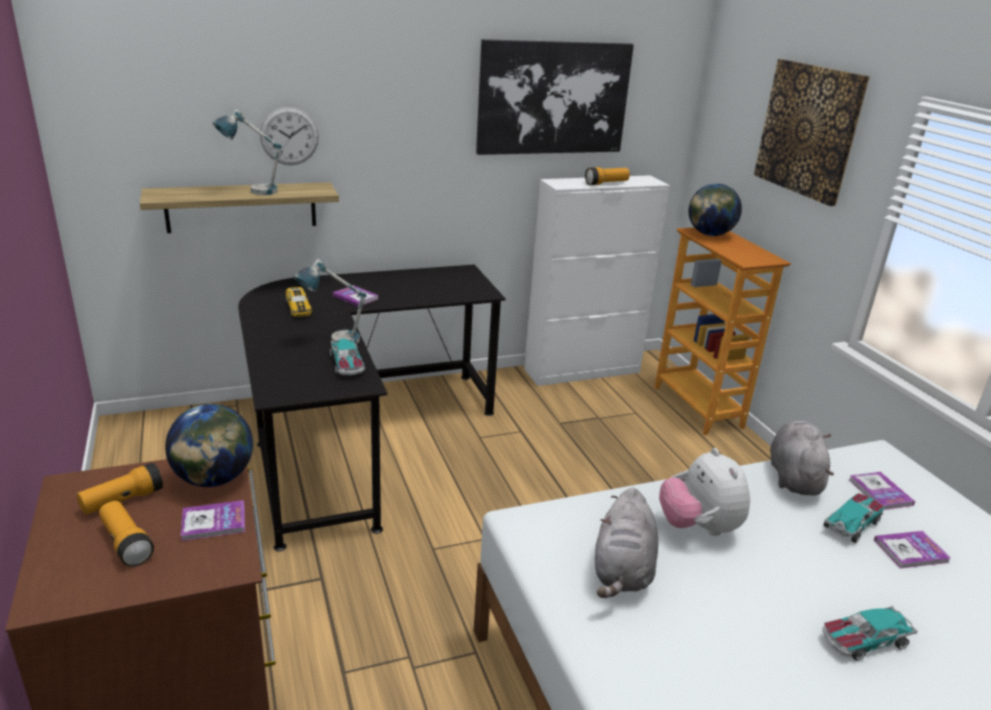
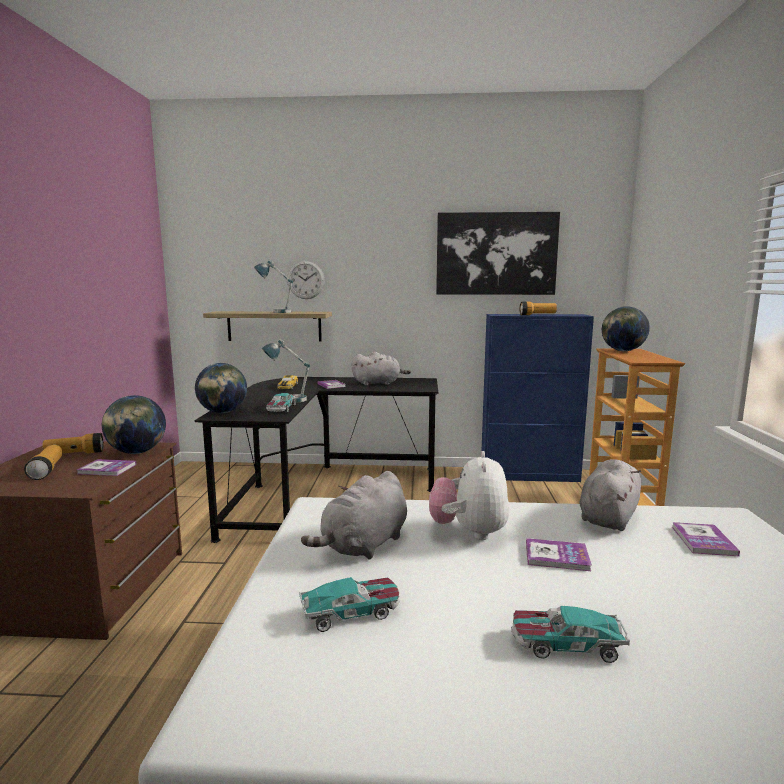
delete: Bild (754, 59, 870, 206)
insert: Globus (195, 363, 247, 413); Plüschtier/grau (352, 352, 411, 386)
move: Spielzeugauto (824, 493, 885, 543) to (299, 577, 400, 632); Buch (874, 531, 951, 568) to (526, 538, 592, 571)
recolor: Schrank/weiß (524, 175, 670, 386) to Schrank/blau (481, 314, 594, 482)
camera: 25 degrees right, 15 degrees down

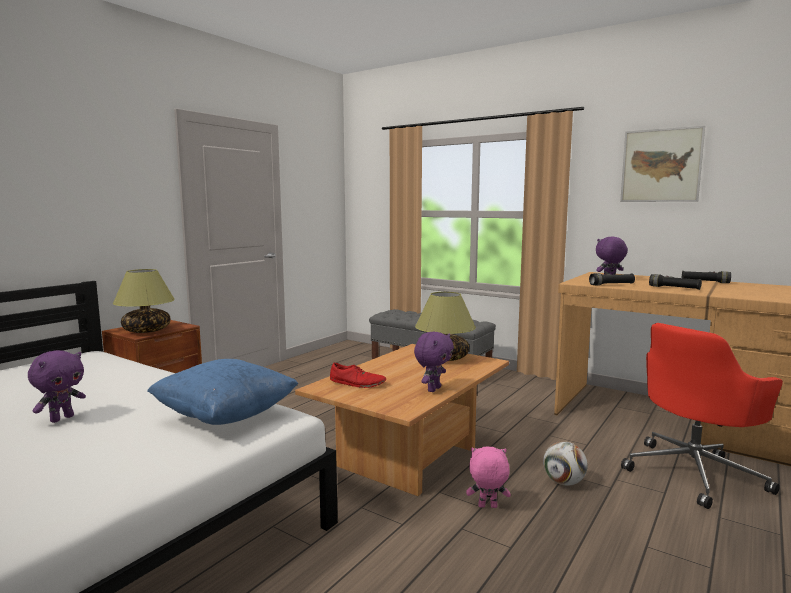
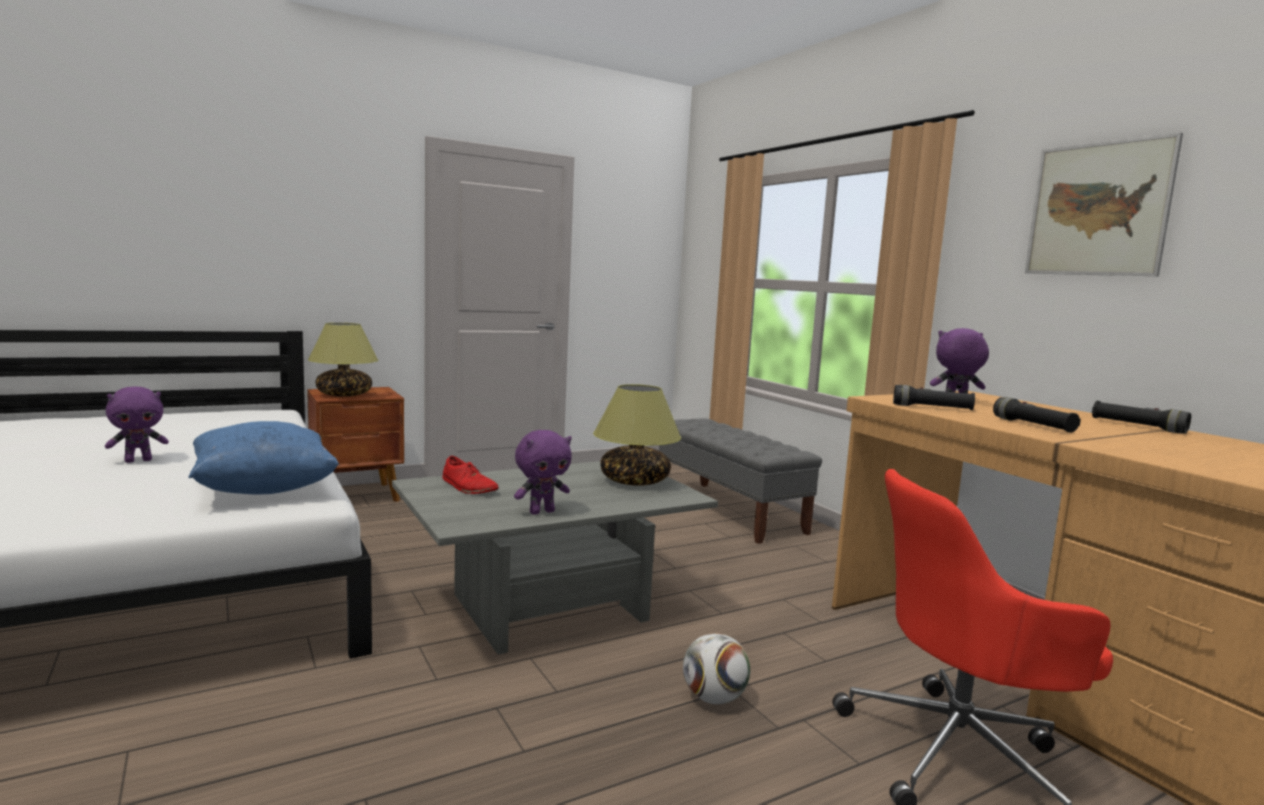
delete: Plüschtier/rosa (466, 447, 511, 508)
recolor: Couchtisch/braun (295, 344, 509, 496) to Couchtisch/grau (392, 461, 718, 655)
camera: 25 degrees right, 0 degrees up

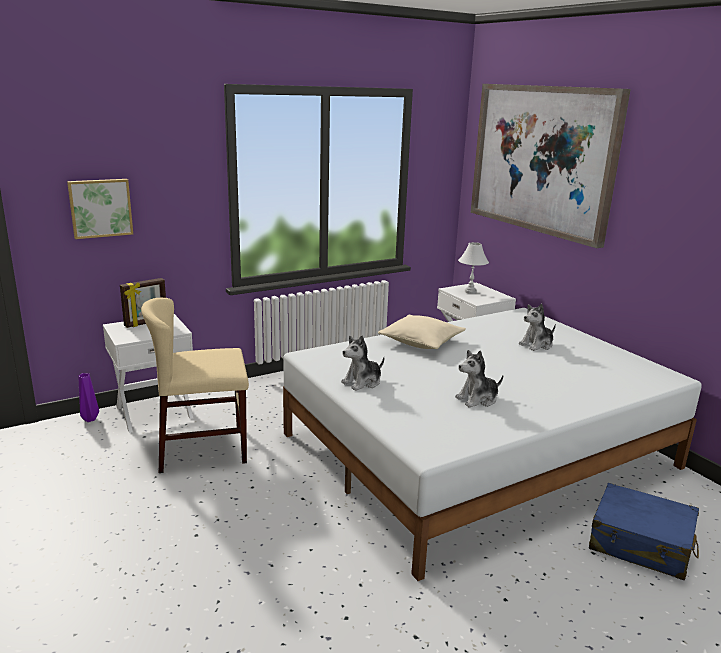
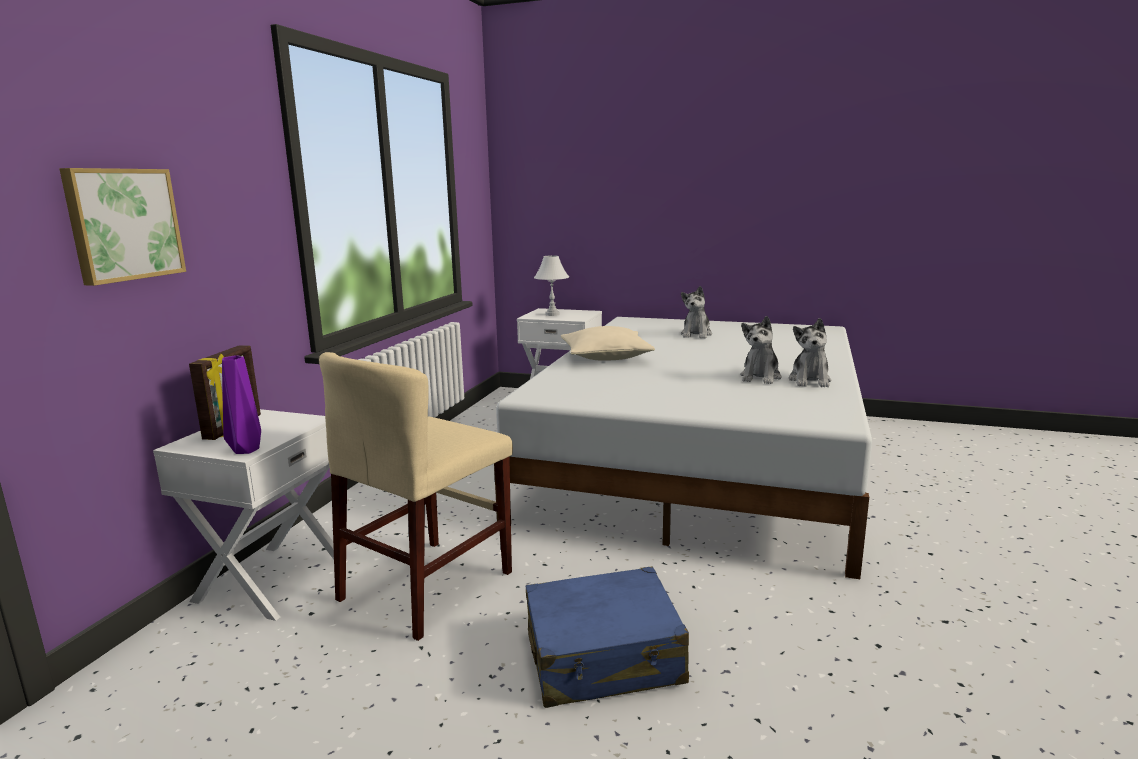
delete: Bild (471, 84, 631, 248)
move: Vase/lila (78, 373, 99, 422) to (222, 355, 261, 454); Koffer/blau (589, 483, 699, 580) to (526, 567, 689, 708); Plüschtier (341, 335, 384, 391) to (789, 318, 832, 387)
camera: 40 degrees left, 5 degrees down

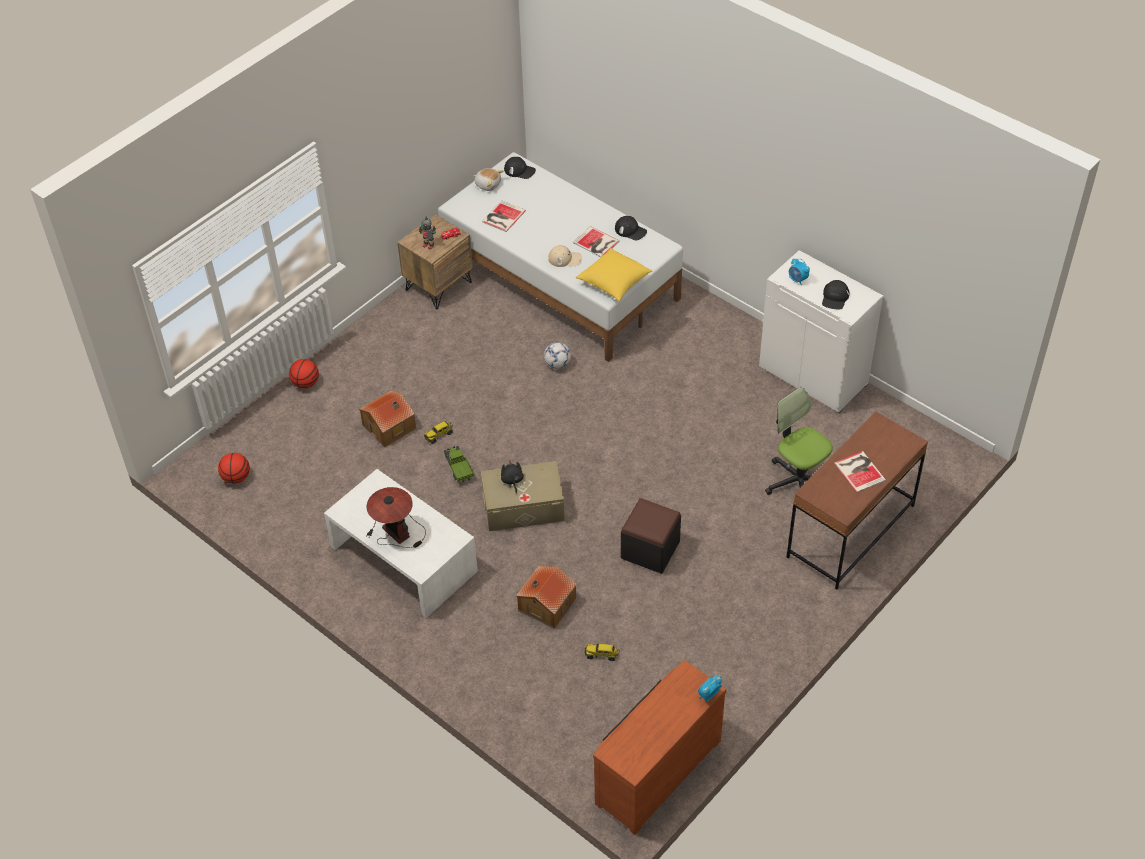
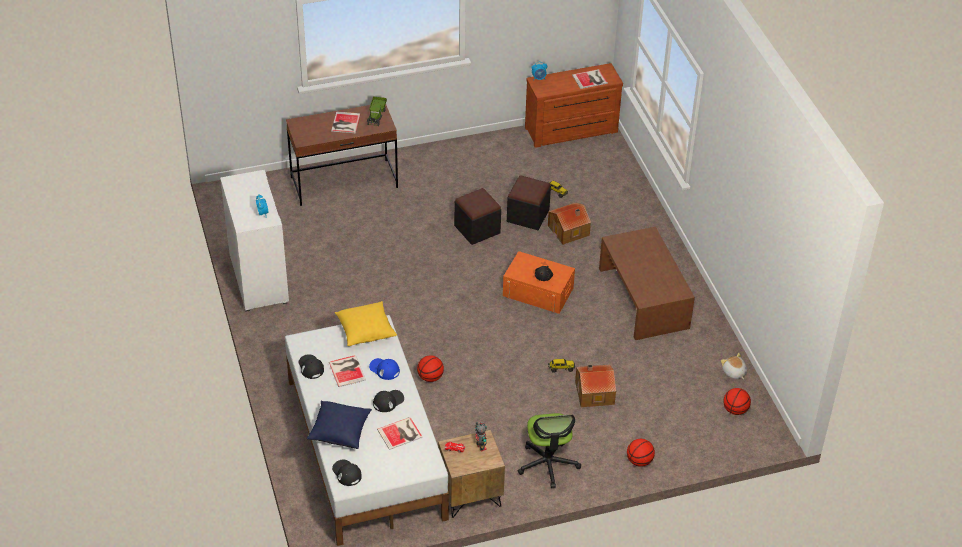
delete: Tischlampe (366, 487, 426, 548)
insert: Kissen/blau (307, 400, 372, 449); Polsterhocker/schwarz (507, 175, 551, 230); Buch (572, 69, 608, 89)
move: Spielzeuglaster (444, 446, 474, 483) to (367, 96, 387, 126); Kappe/schwarz (822, 280, 850, 309) to (373, 390, 404, 412); Bürostuhl (765, 387, 833, 495) to (518, 413, 581, 488); Plüschtier (474, 168, 503, 191) to (721, 353, 747, 379)
replace: Fußball (544, 342, 571, 369) to Basketball (417, 355, 444, 382)
recolor: Kappe/beige (548, 245, 582, 267) to Kappe/blau (369, 358, 400, 380); Aufbewahrungsbox/beige (481, 461, 565, 531) to Aufbewahrungsbox/orange (503, 251, 575, 314); Couchtisch/weiß (324, 469, 478, 618) to Couchtisch/braun (599, 227, 695, 340)
camera: 150 degrees left, 5 degrees down

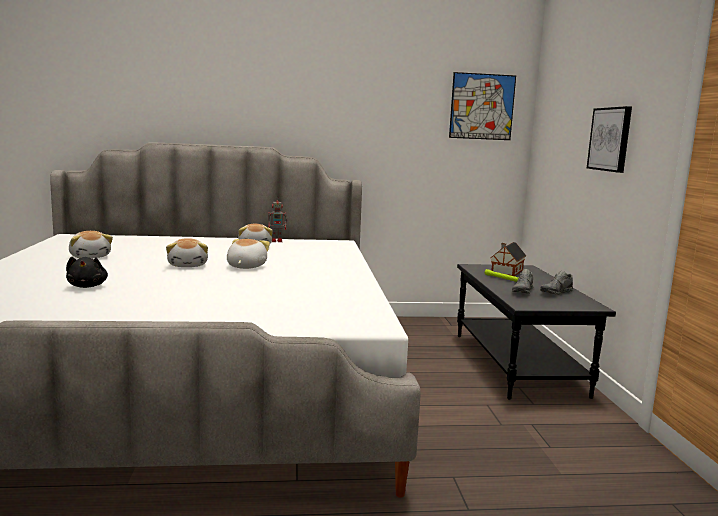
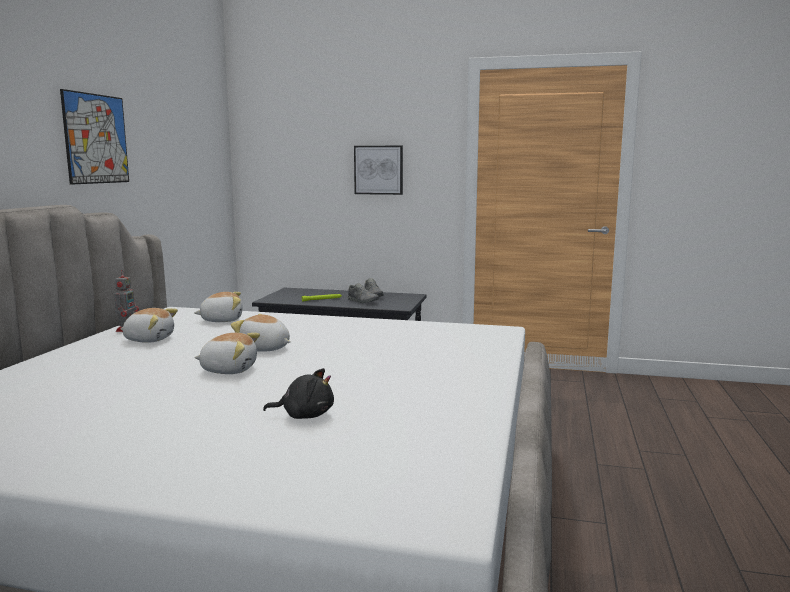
delete: Spielzeughaus (491, 242, 526, 276)
move: Bild (449, 72, 516, 140) to (60, 89, 129, 185); Plüschtier (69, 231, 113, 258) to (194, 292, 243, 322)
camera: 70 degrees left, 0 degrees up

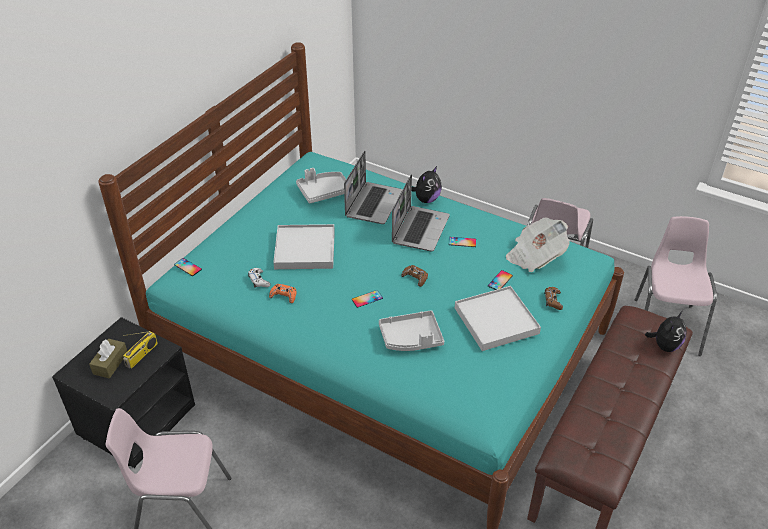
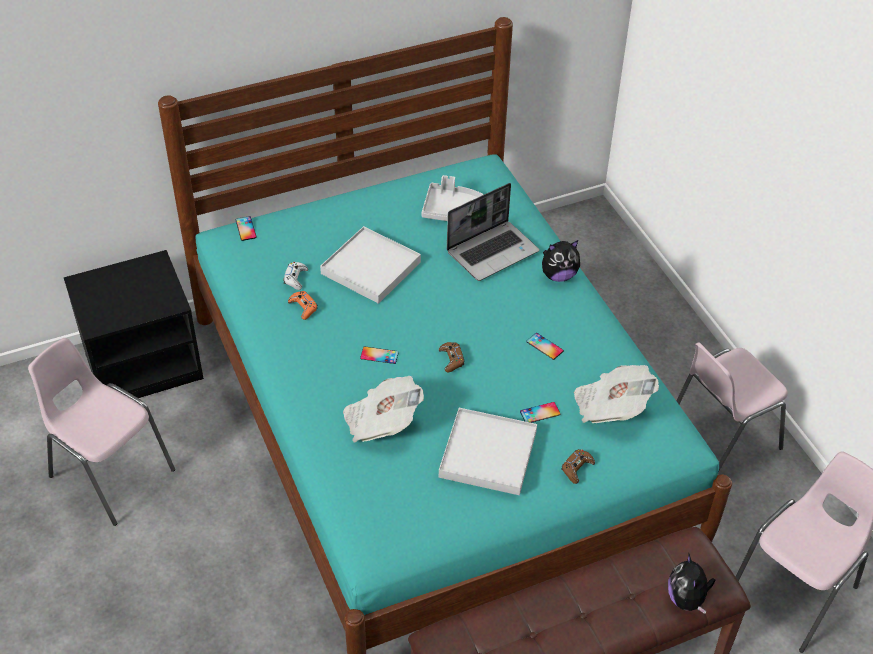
delete: Taschentuchbox/braun (89, 339, 127, 378); Radio (123, 331, 158, 368); Laptop (392, 174, 450, 251)
replace: Tablett/grau (379, 310, 444, 351) to Zeitung (343, 376, 424, 442)
rotate: Plüschtier (645, 311, 687, 352) = (668, 552, 715, 614) 105 degrees clockwise
camera: 35 degrees right, 5 degrees up

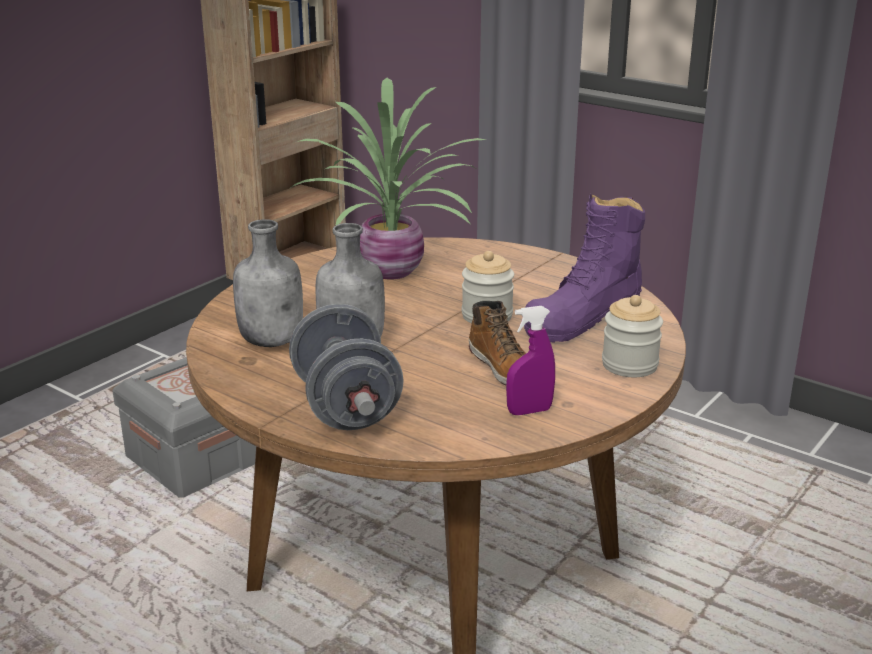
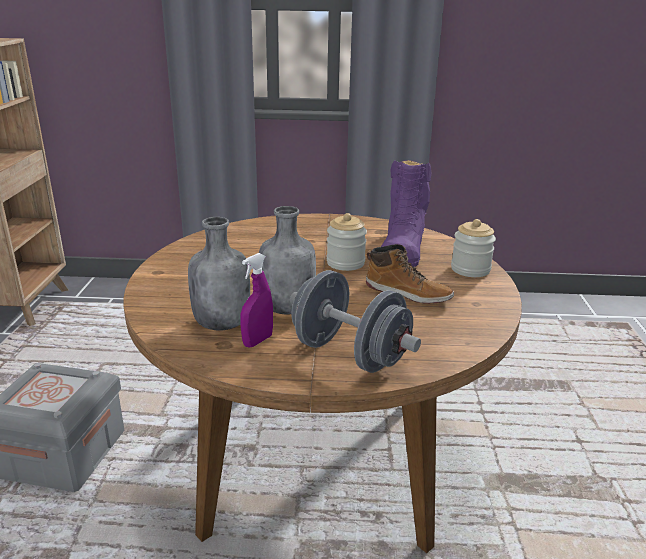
delete: Topfpflanze (288, 78, 486, 279)
move: Sprühflasche/lila (506, 306, 555, 415) to (240, 253, 273, 347)
camera: 35 degrees left, 0 degrees up

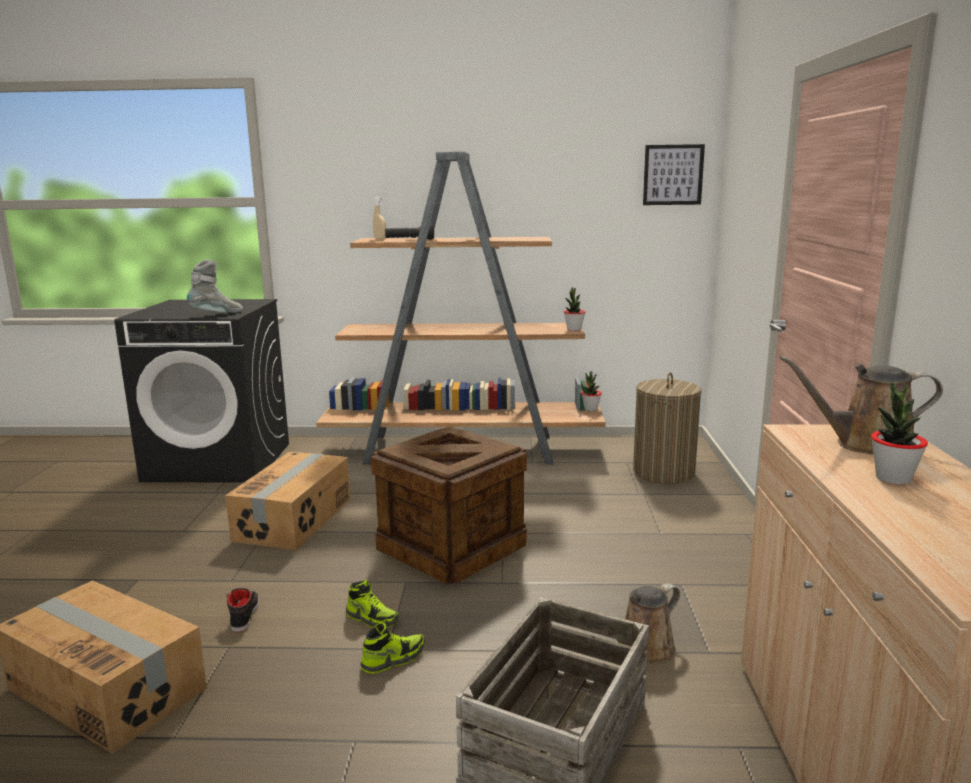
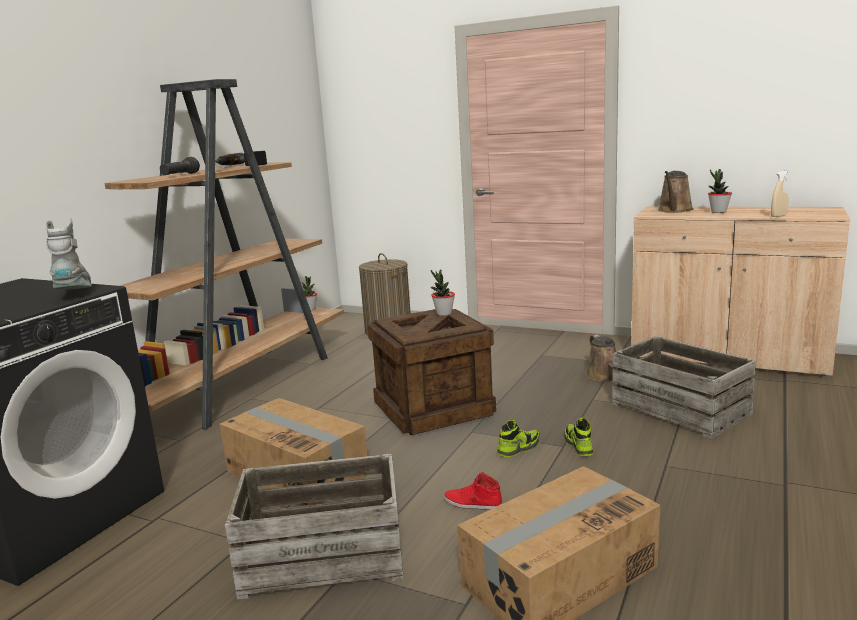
delete: Bild (643, 144, 705, 205)
insert: Bohrmaschine (215, 151, 267, 166); Kiste (225, 454, 404, 600)
move: Topfpflanze (564, 287, 585, 331) to (431, 270, 455, 316); Sprühflasche/beige (373, 197, 386, 239) to (771, 171, 789, 217)
recolor: Schuh/schwarz (225, 588, 259, 632) to Schuh/rot (444, 472, 503, 510)
camera: 65 degrees left, 0 degrees up

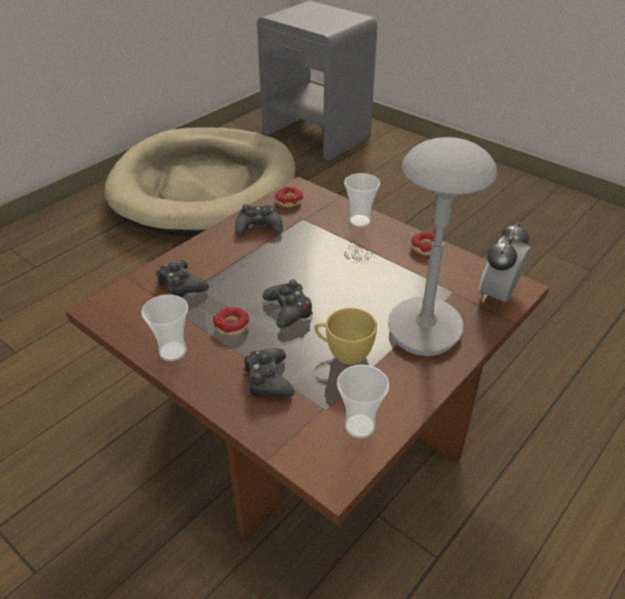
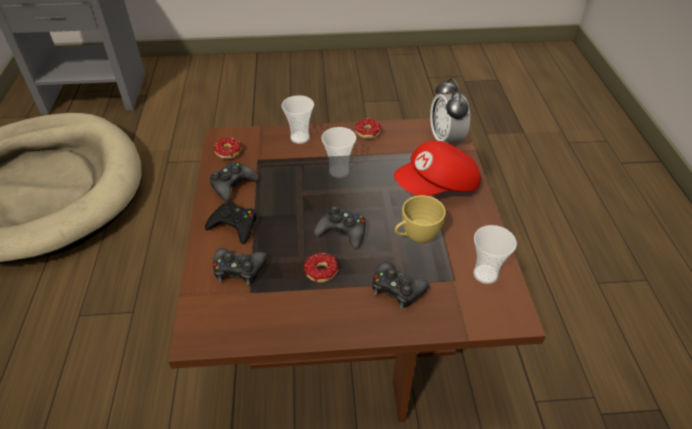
insert: Gamepad/schwarz (205, 202, 256, 244)
move: Tasse (141, 294, 188, 361) to (321, 127, 356, 178)
replace: Tischlampe/grau (388, 137, 497, 356) to Kappe/rot (394, 141, 481, 196)
camera: 45 degrees left, 5 degrees up

